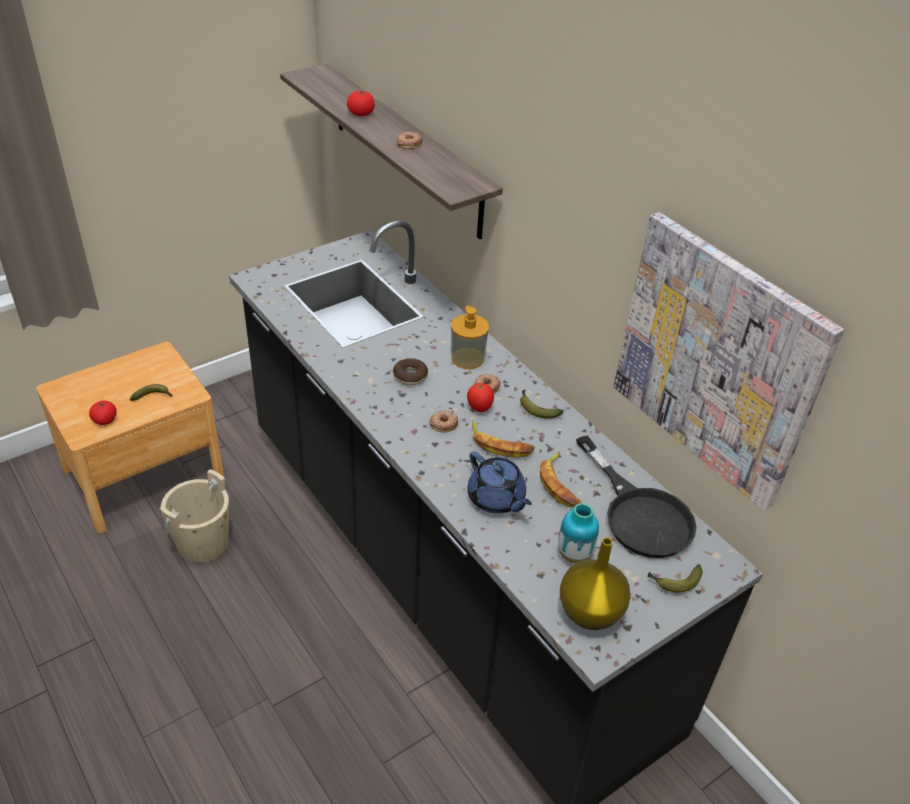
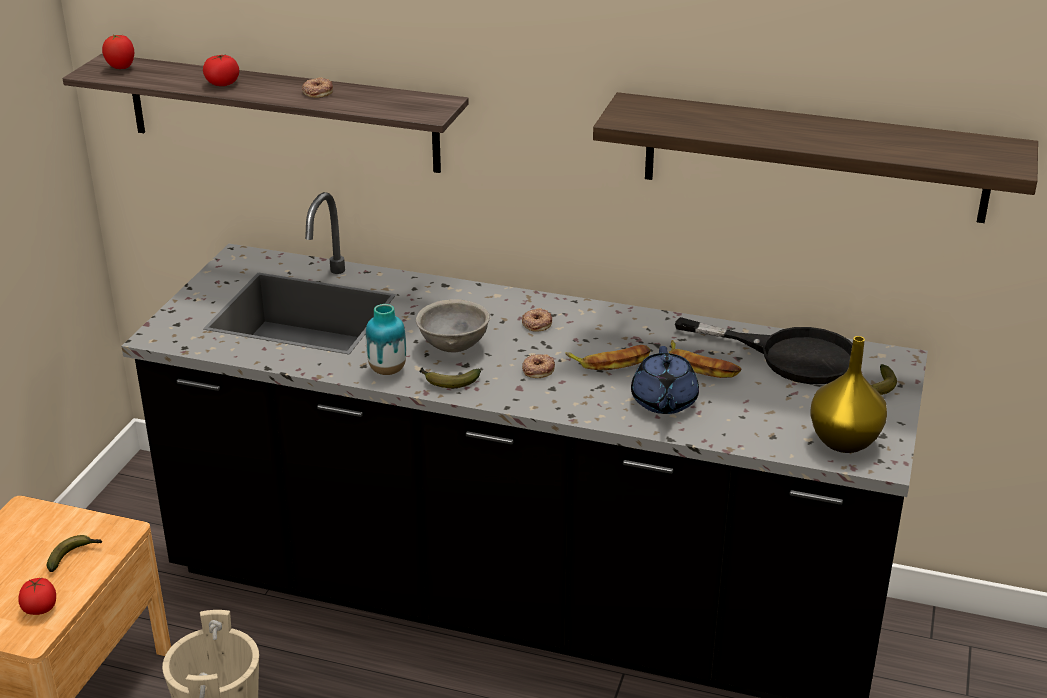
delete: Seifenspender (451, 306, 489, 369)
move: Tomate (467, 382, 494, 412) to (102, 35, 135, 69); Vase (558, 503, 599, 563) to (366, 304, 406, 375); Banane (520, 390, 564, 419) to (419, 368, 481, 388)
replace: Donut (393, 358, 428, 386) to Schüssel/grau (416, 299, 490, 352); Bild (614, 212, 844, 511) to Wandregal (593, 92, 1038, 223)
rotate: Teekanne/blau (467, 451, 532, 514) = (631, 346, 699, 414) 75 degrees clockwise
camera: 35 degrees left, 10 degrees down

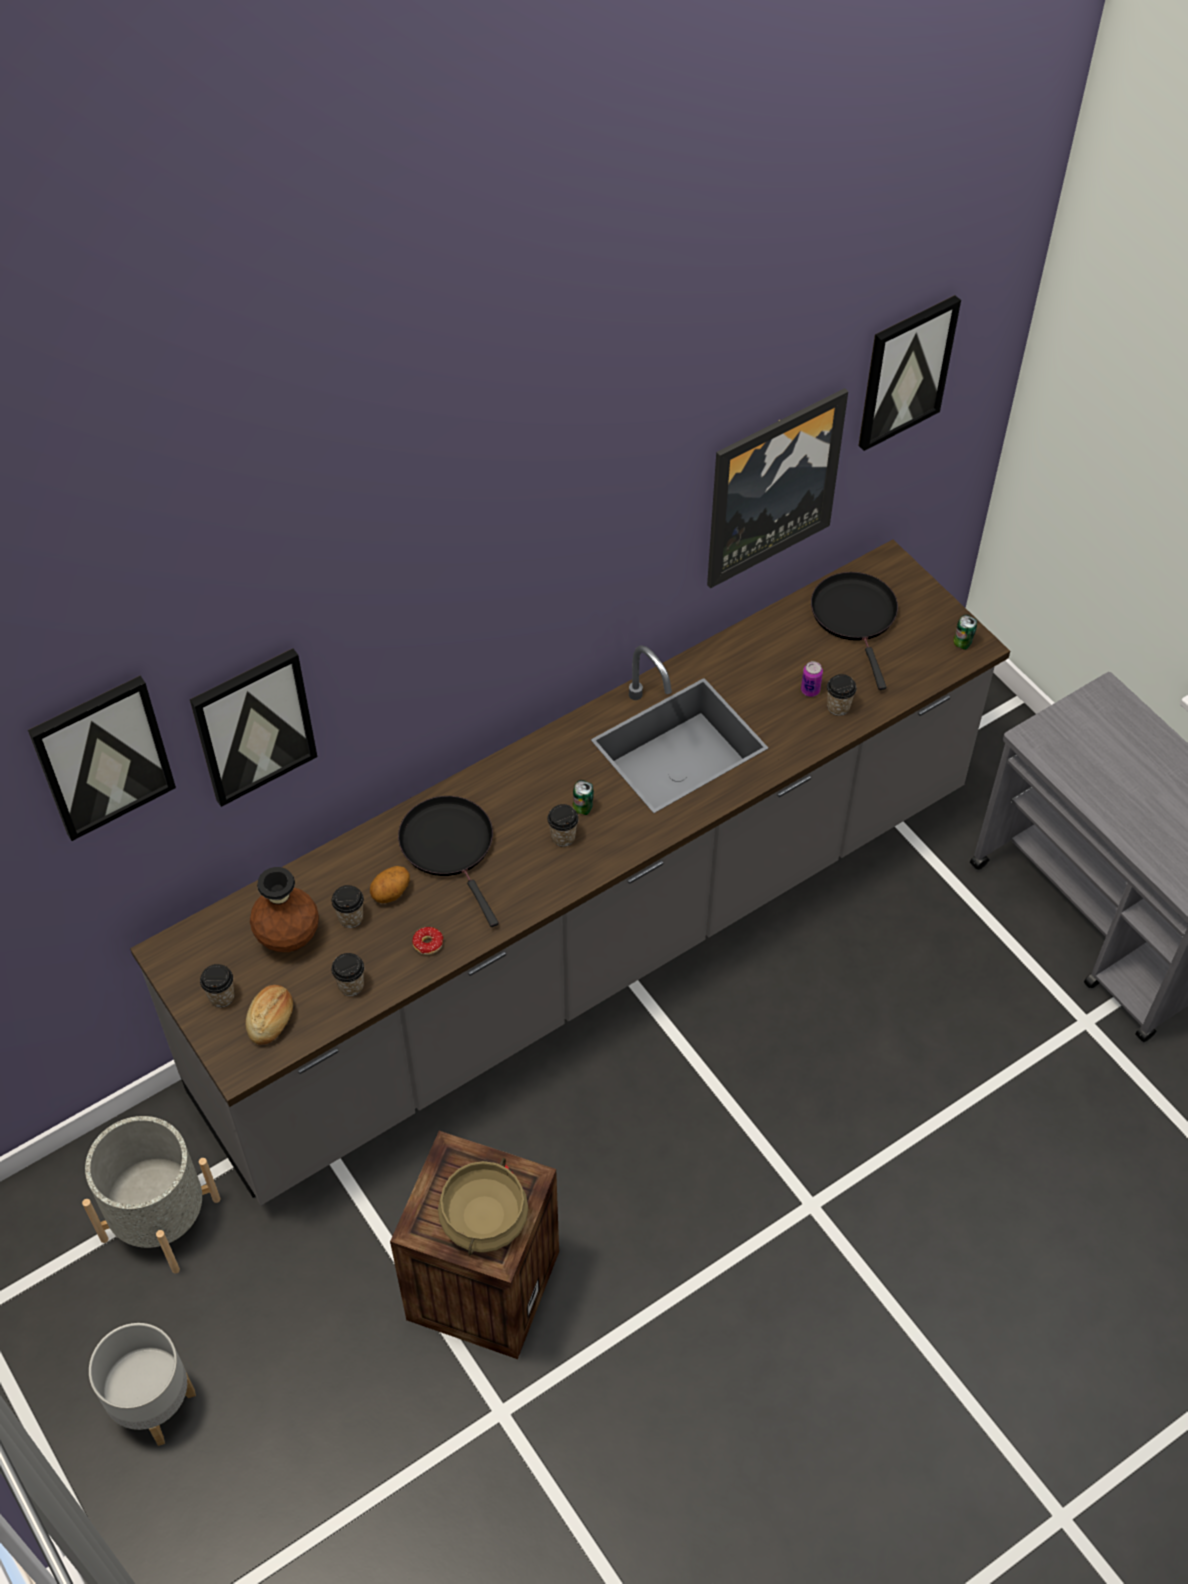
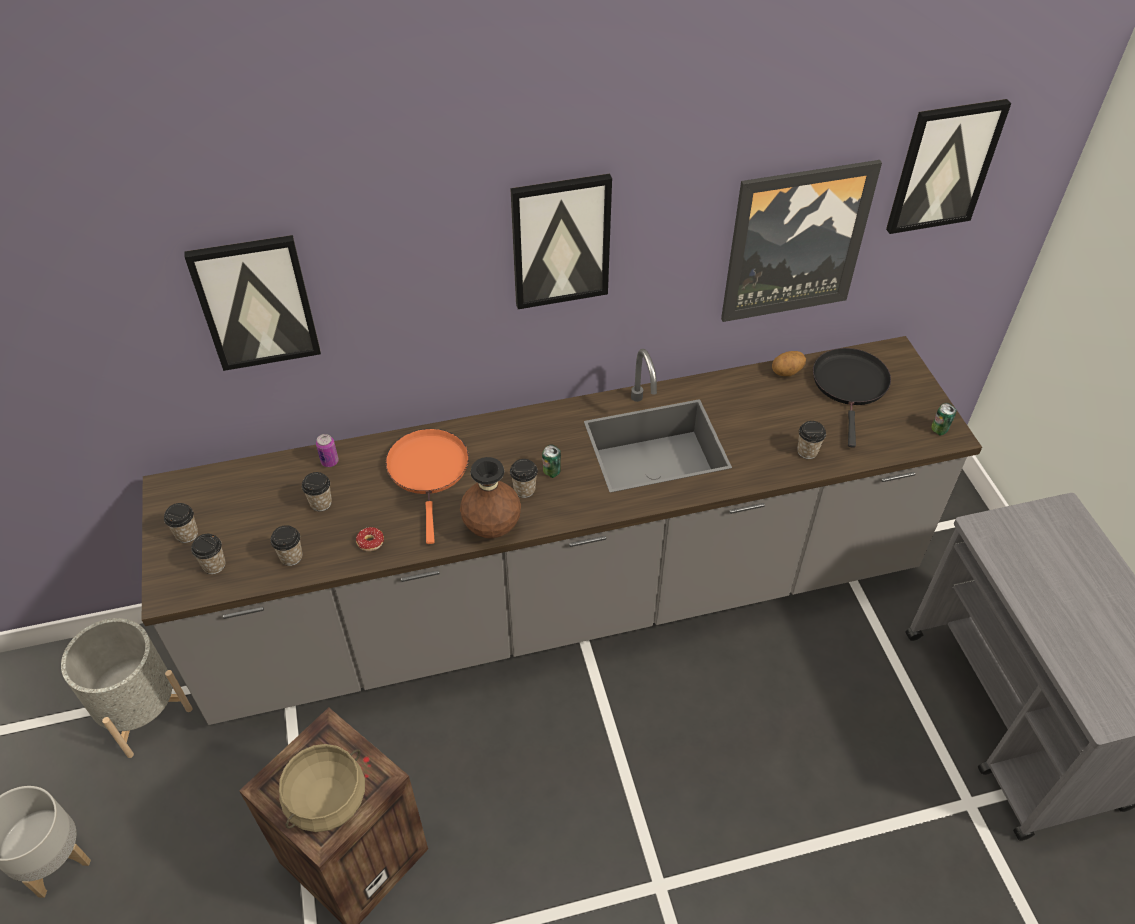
move: Dose (801, 661, 823, 697) to (316, 434, 339, 467); Vase/braun (250, 867, 319, 952) to (460, 457, 521, 538); Bild (28, 676, 176, 841) to (510, 174, 612, 309); Kartoffel (370, 866, 410, 903) to (772, 351, 806, 376)
replace: Brot (246, 985, 293, 1045) to Tasse (191, 534, 225, 574)
recolor: Pfanne/schwarz (398, 796, 499, 927) to Pfanne/orange (386, 429, 469, 544)
camera: 20 degrees right, 5 degrees down

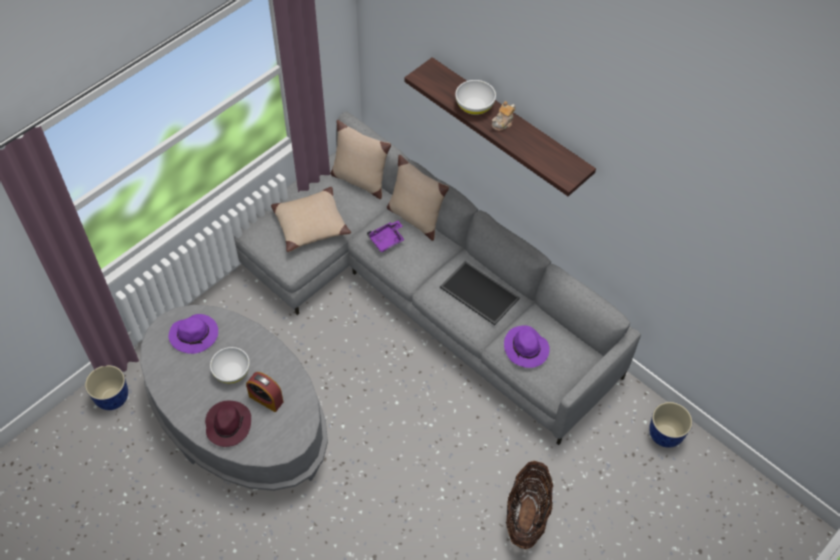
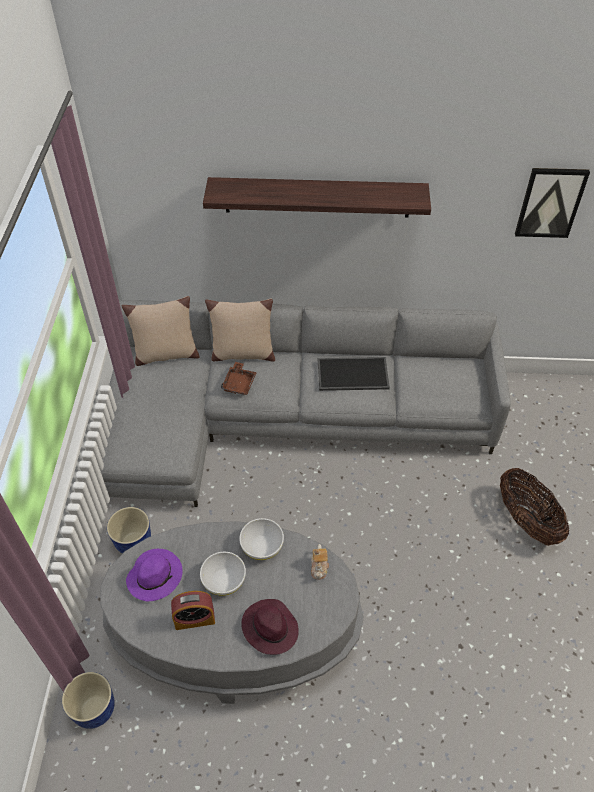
delete: Kissen/beige (271, 187, 351, 252); Hut/lila (504, 325, 550, 368)
insert: Bild (515, 168, 590, 238)
move: Pflanzkübel (649, 402, 692, 448) to (107, 507, 151, 554); Wecker (246, 372, 283, 412) to (171, 591, 215, 630); Schüssel/weiß (455, 80, 496, 115) to (239, 518, 284, 560); Teekanne (492, 101, 516, 131) to (311, 544, 329, 580)
recolor: Tablett/lila (367, 221, 405, 252) to Tablett/braun (221, 362, 257, 395)
camera: 40 degrees left, 5 degrees down

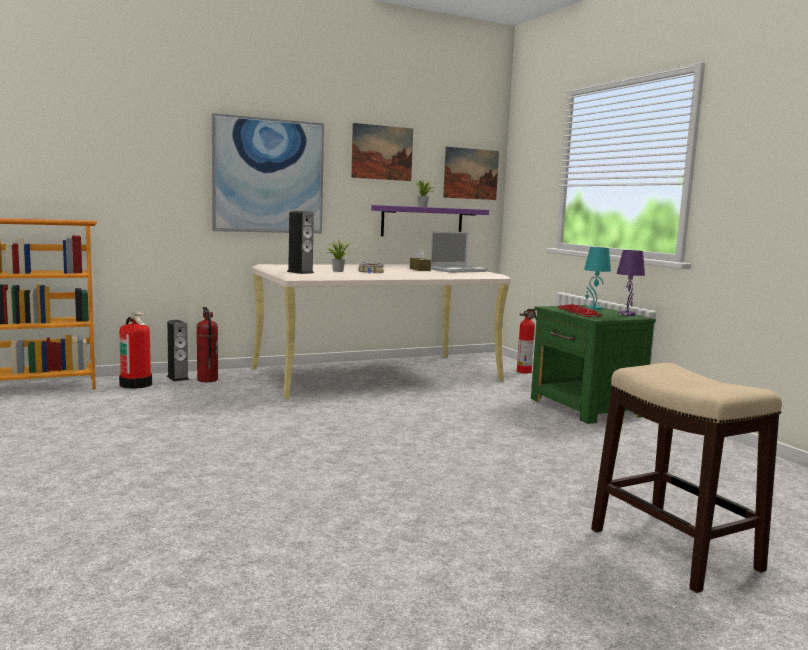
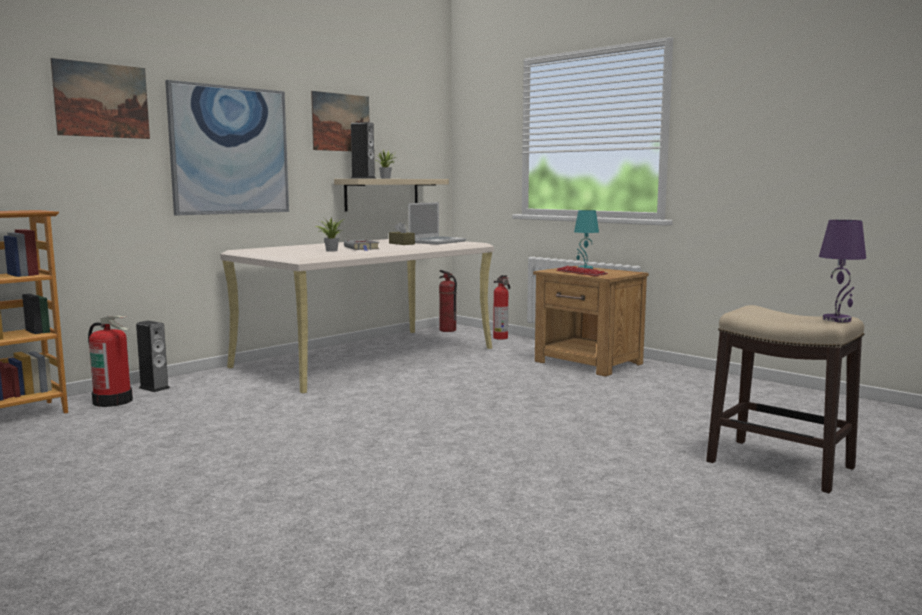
move: Bild (443, 147, 499, 200) to (50, 58, 150, 139); Lautsprecher (287, 211, 314, 274) to (350, 122, 376, 179); Feuerlöscher (196, 307, 218, 382) to (439, 270, 457, 332); Tischlampe/lila (617, 250, 645, 316) to (819, 220, 866, 322)
recolor: Wandregal/lila (371, 205, 489, 236) to Wandregal/beige (334, 179, 449, 212); Nachttisch/grün (531, 305, 656, 424) to Nachttisch/braun (533, 266, 649, 377)
camera: 20 degrees left, 0 degrees up

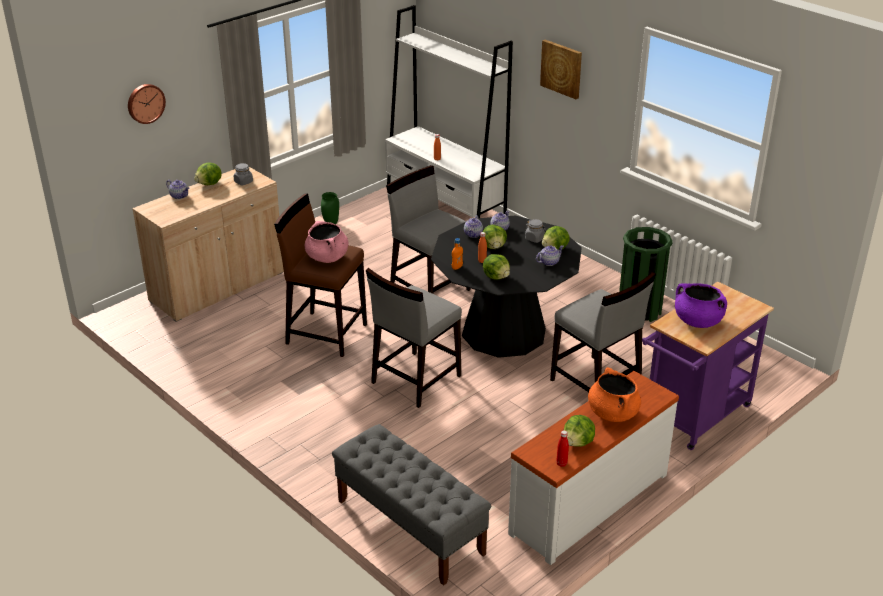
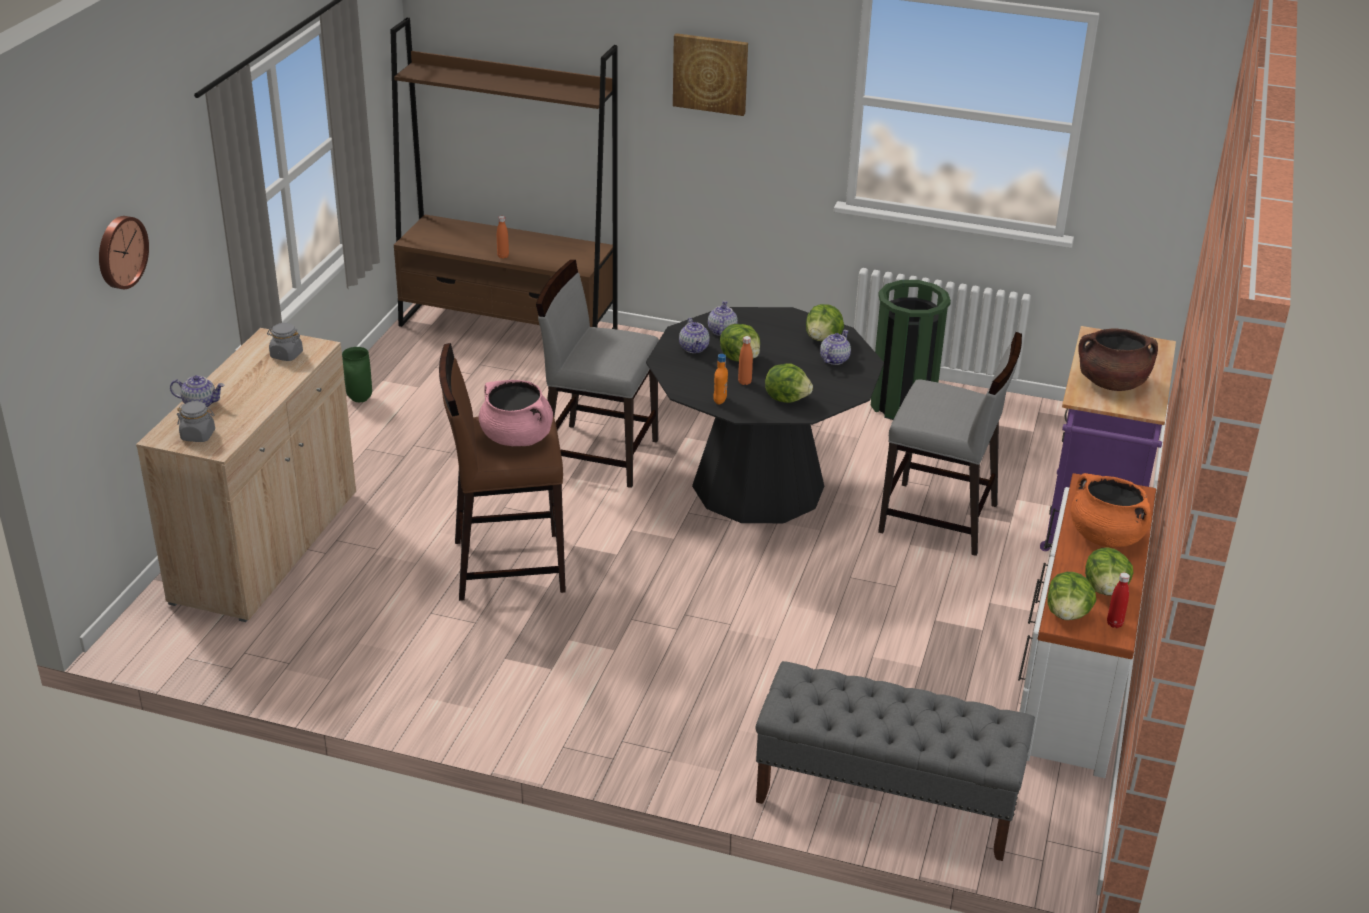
delete: Stuhl/grau (366, 268, 462, 408)
move: Vorratsglas/grau (525, 219, 546, 243) to (177, 401, 215, 442); Salatkopf (194, 162, 221, 185) to (1047, 572, 1096, 620)
recolor: Bücherregal/weiß (385, 5, 513, 218) to Bücherregal/braun (390, 18, 618, 330); Kochtopf/lila (675, 283, 727, 328) to Kochtopf/braun (1078, 328, 1158, 391)
camera: 30 degrees left, 0 degrees up

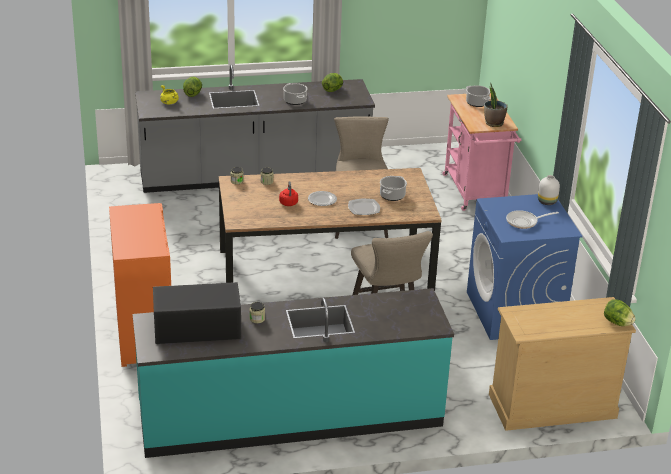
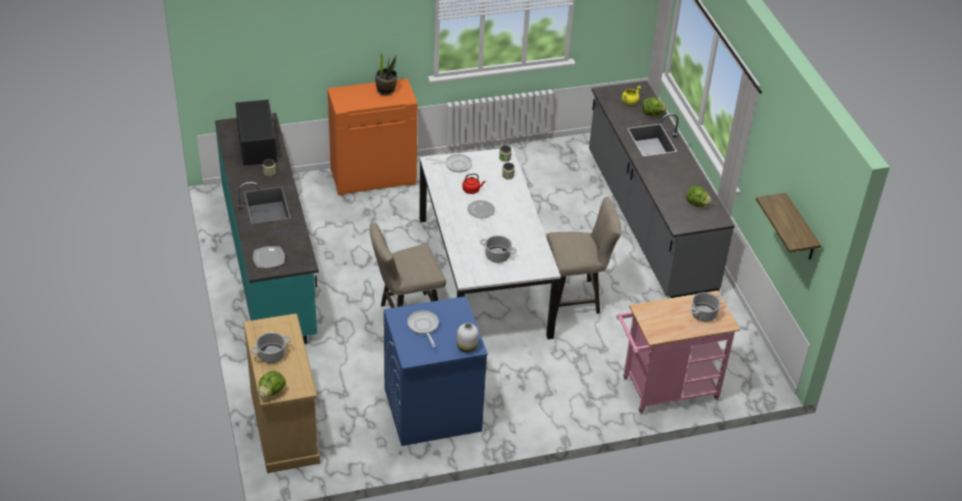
insert: Pfanne (425, 154, 472, 172); Wandregal (756, 193, 821, 260)
move: Kochtopf (283, 83, 308, 105) to (251, 332, 291, 363); Teller (348, 199, 380, 215) to (253, 246, 285, 268); Topfpflanze (484, 84, 508, 127) to (375, 52, 398, 96)
recolor: Esstisch/braun (219, 168, 442, 291) to Esstisch/weiß (419, 147, 561, 339)
camera: 85 degrees right, 10 degrees up

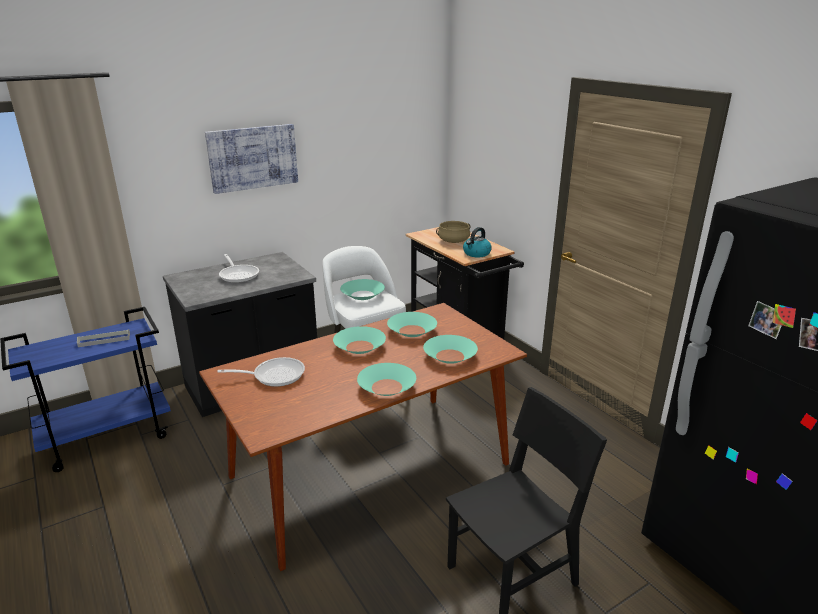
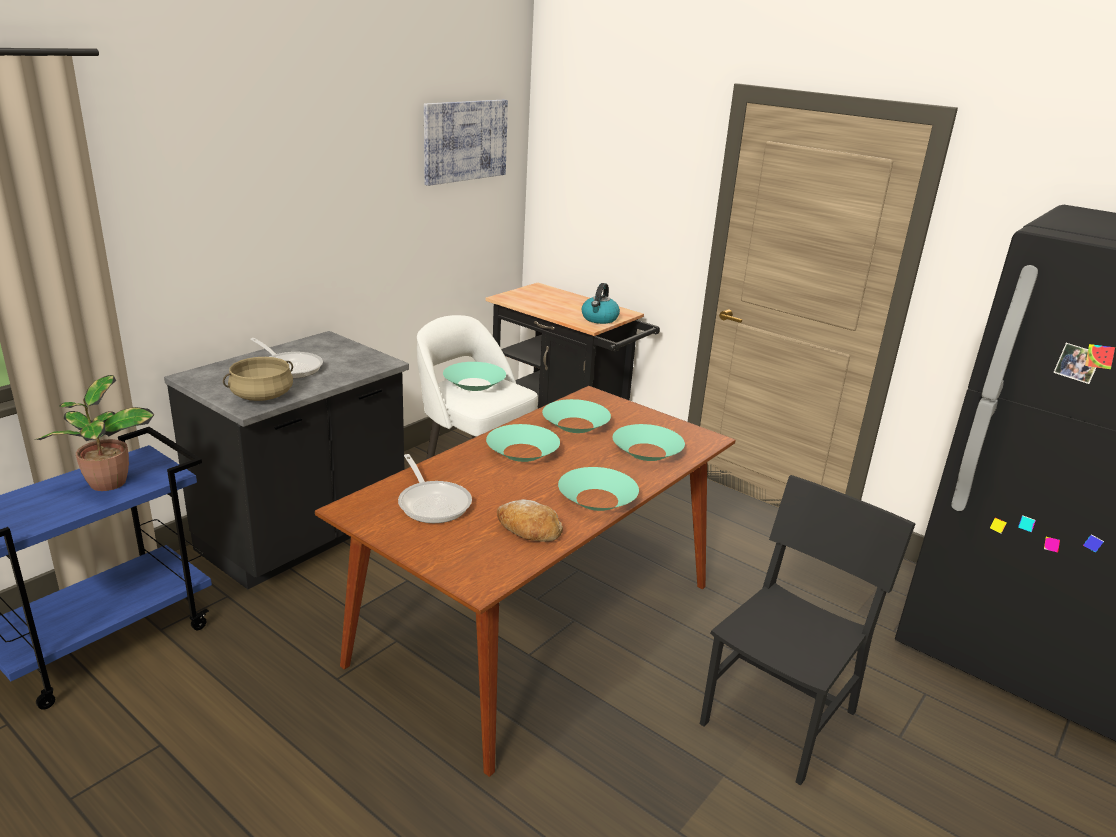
insert: Brot (497, 499, 563, 542)
move: Kochtopf/beige (436, 221, 470, 243) to (223, 357, 293, 401); Bild (205, 124, 298, 194) to (424, 100, 508, 186)
replace: Tablett/grau (77, 329, 130, 347) to Topfpflanze (35, 375, 154, 491)
rotate: Pfanne (217, 357, 305, 387) = (398, 454, 472, 523) 90 degrees clockwise
camera: 20 degrees left, 0 degrees up

